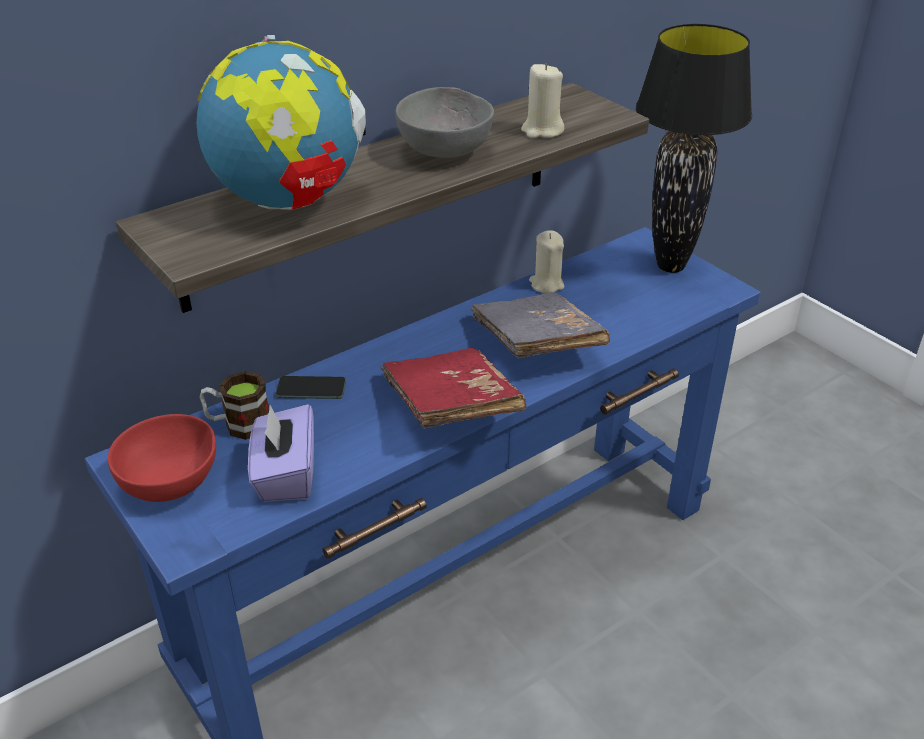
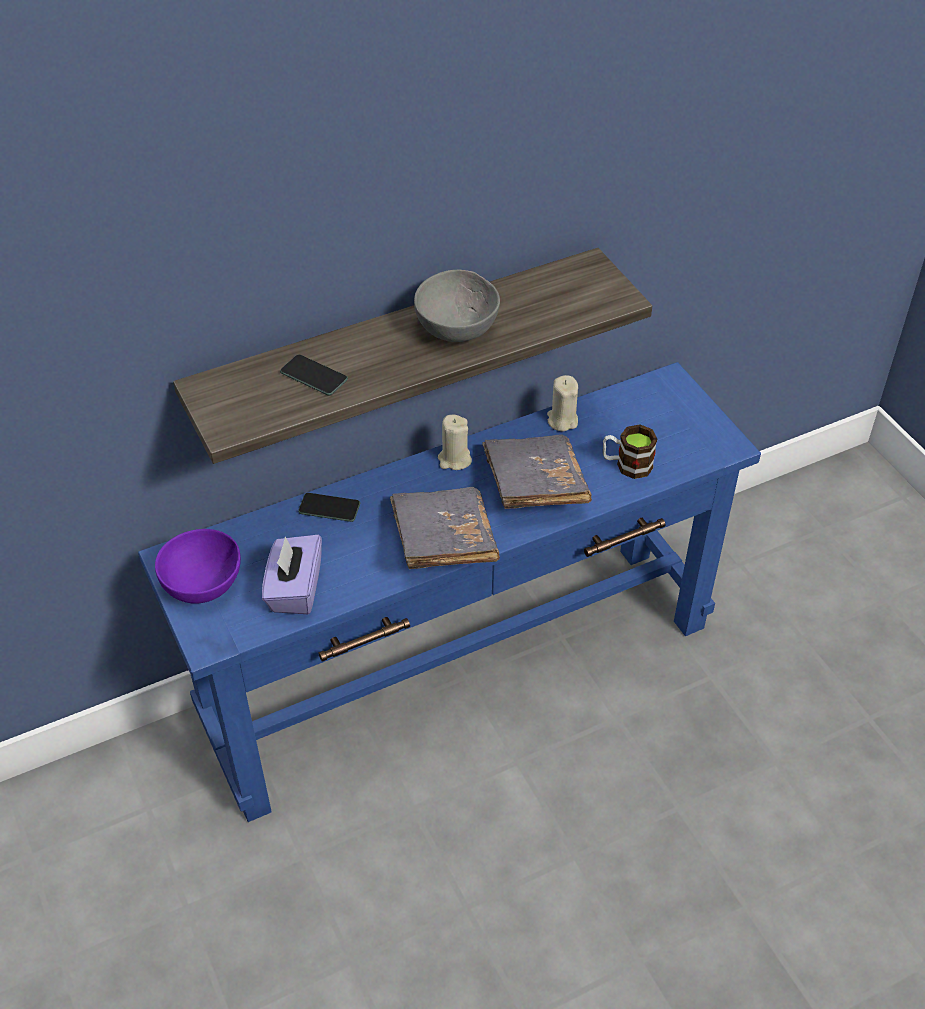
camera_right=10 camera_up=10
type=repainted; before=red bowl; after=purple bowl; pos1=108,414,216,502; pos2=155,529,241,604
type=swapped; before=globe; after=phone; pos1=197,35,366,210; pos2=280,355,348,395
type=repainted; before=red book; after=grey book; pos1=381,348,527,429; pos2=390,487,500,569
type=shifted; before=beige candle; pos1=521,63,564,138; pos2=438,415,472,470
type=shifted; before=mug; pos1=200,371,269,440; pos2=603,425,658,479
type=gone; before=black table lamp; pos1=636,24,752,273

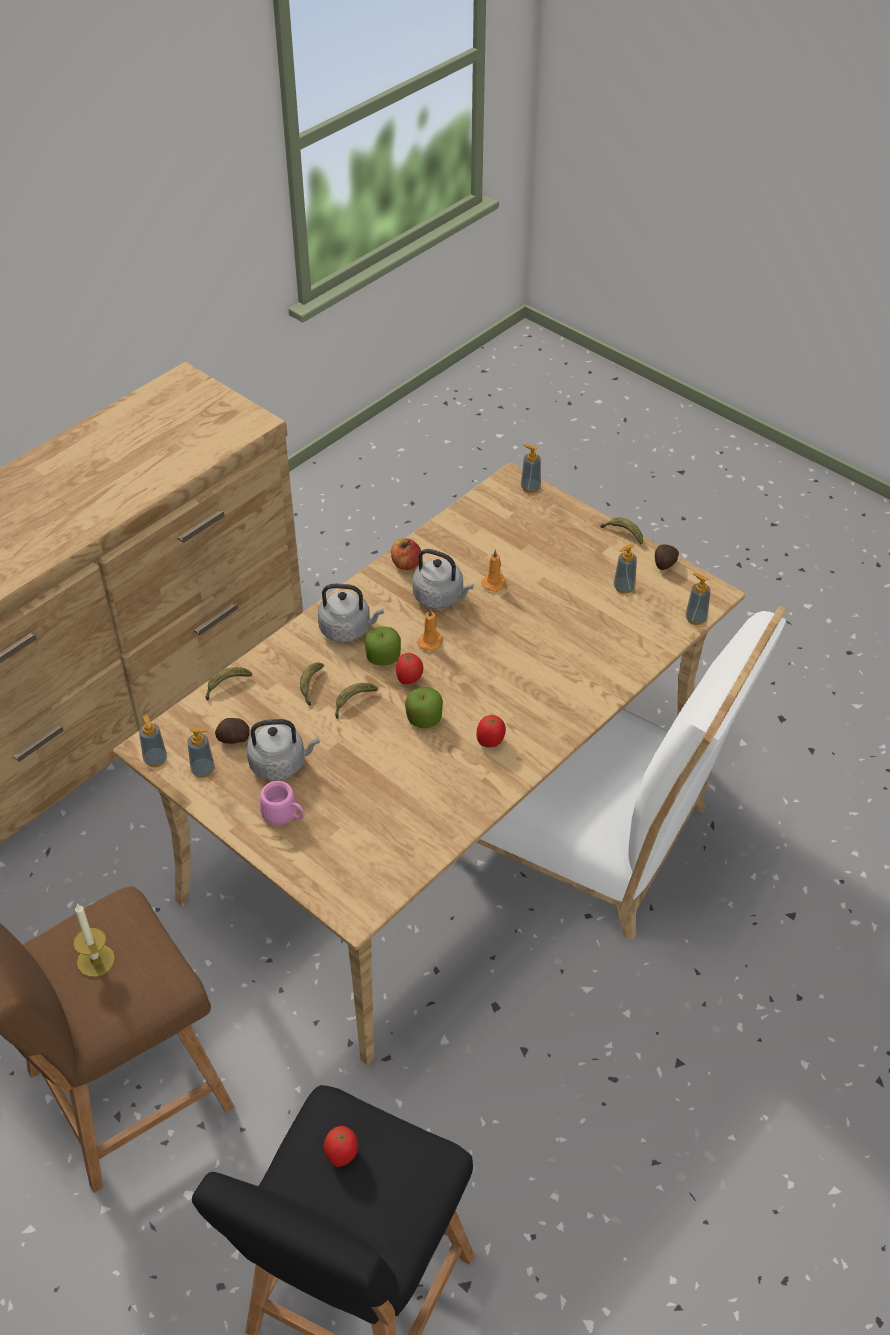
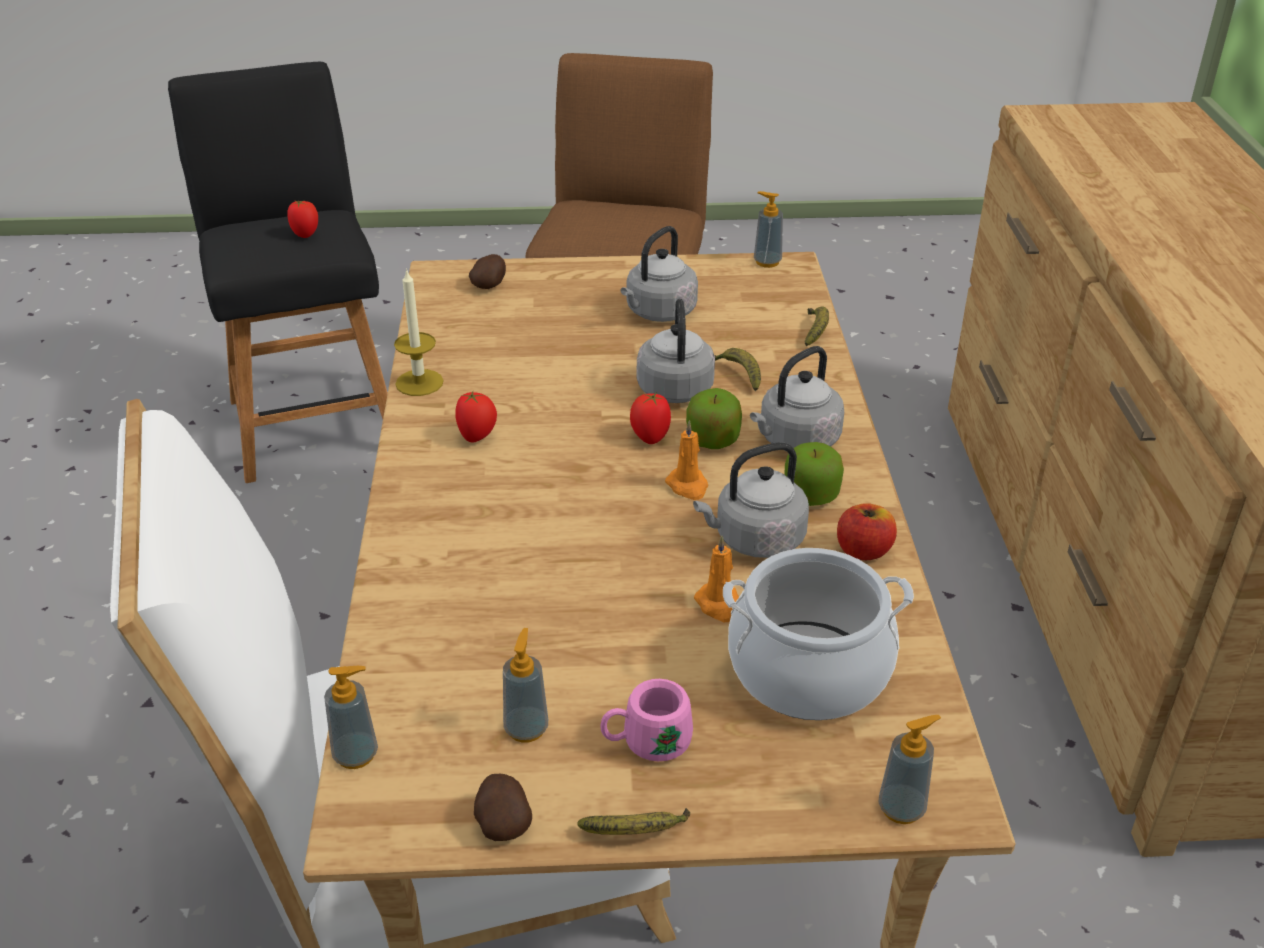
camera_right=135 camera_up=-10
type=shifted; before=candle; pos1=73,903,115,977; pos2=394,268,444,396
type=shifted; before=potato; pos1=215,718,250,744; pos2=469,254,506,289
type=shifted; before=pink mug; pos1=260,781,304,825; pos2=601,679,693,761
type=swapped; before=banana; after=grey kettle; pos1=335,683,378,719; pos2=637,299,715,403
type=new; after=cooking pot; pos2=723,548,914,720
type=shifted; before=apple; pos1=405,687,443,728; pos2=784,442,844,506
type=gone; before=soap dispenser; pos1=187,728,215,778

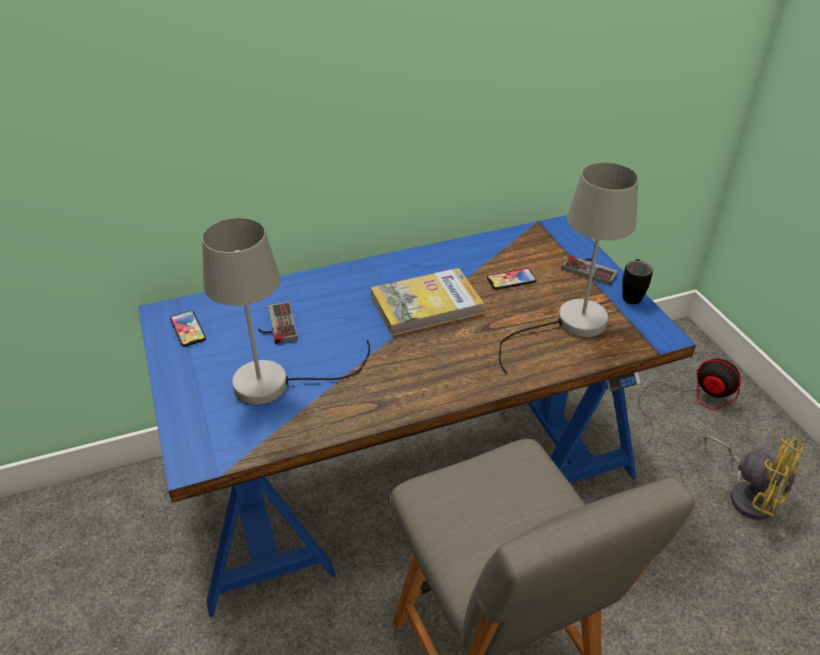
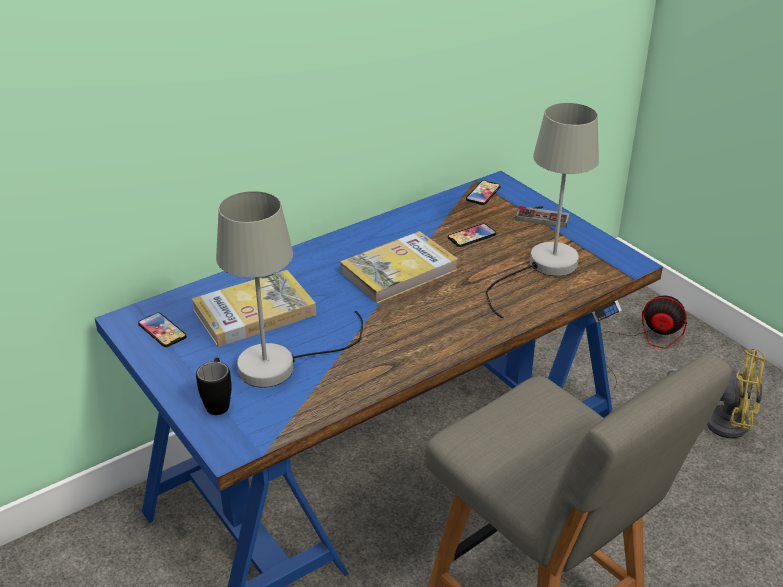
camera_right=-15 camera_up=-5
type=swapped; before=game controller; after=book; pos1=258,302,298,344; pos2=191,270,316,347
type=shifted; before=black mug; pos1=622,259,653,304; pos2=196,358,232,415
type=new; after=phone; pos2=466,180,501,205

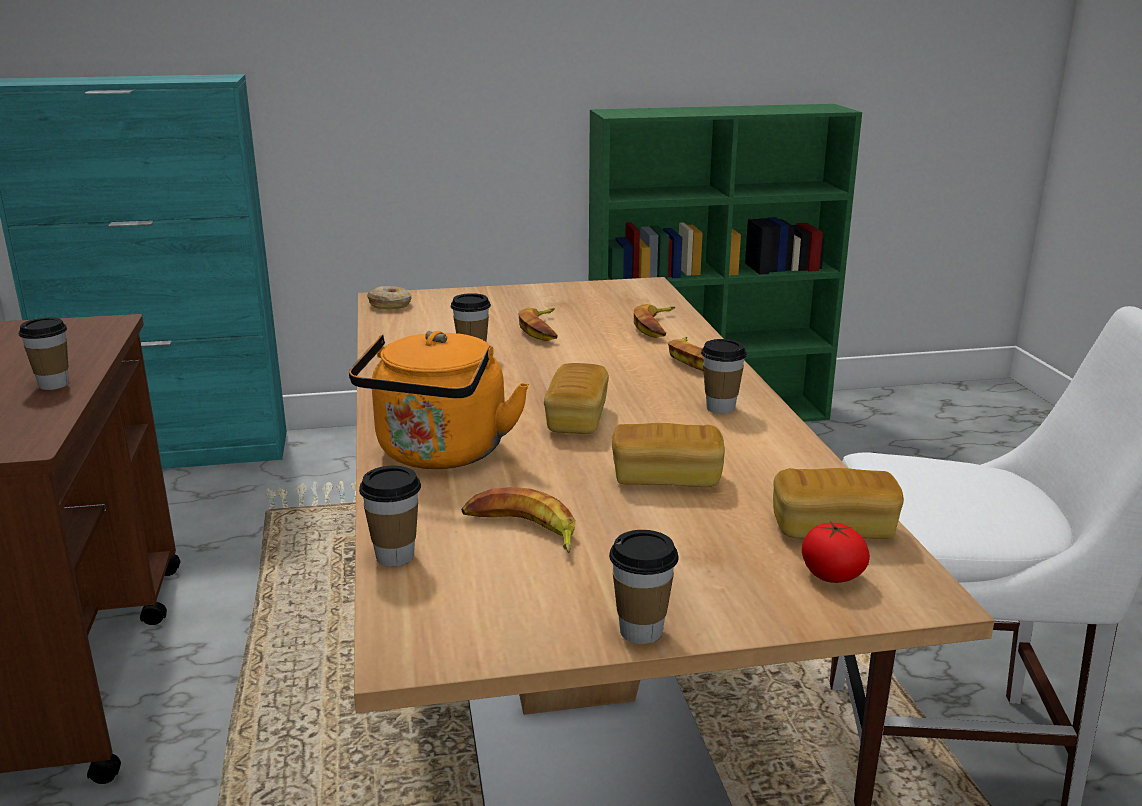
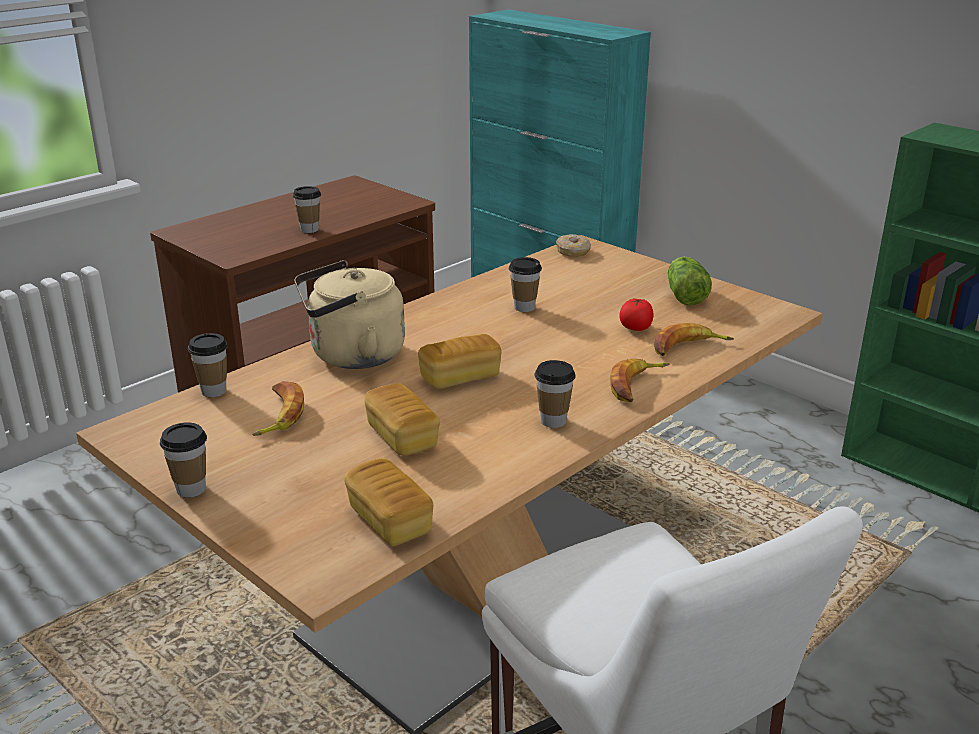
camera_right=55 camera_up=5
type=repainted; before=orange kettle; after=beige kettle; pos1=349,331,529,469; pos2=294,260,405,369
type=shifted; before=tomato; pos1=802,521,870,583; pos2=619,298,654,331
type=new; after=lettuce; pos2=668,257,712,305
type=gone; before=banana; pos1=518,308,558,341

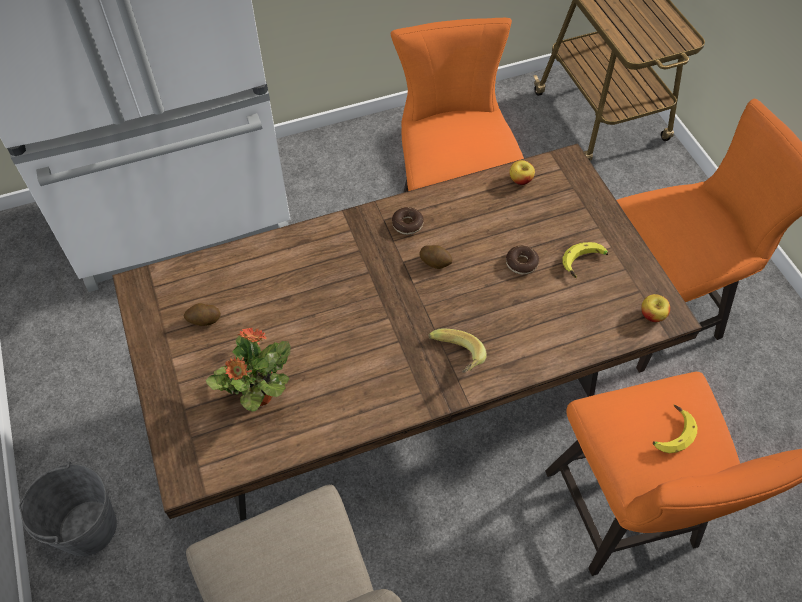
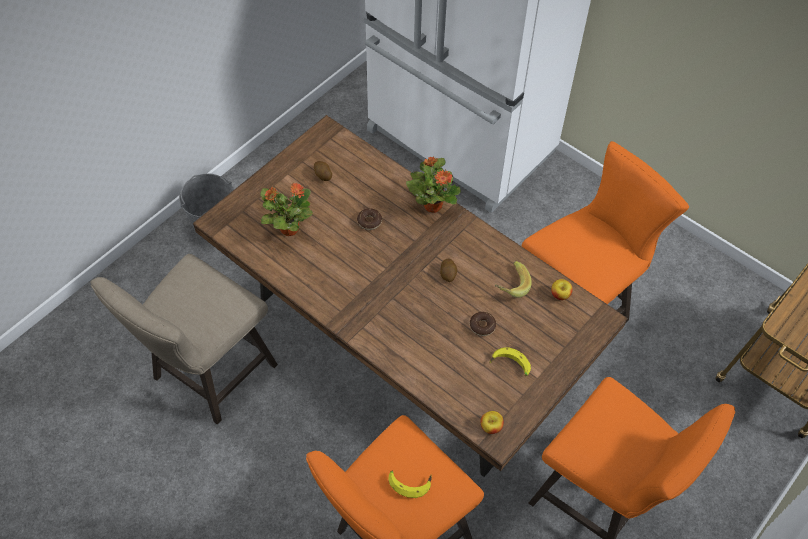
camera_right=60 camera_up=0
type=shifted; before=donut; pos1=392,207,424,235; pos2=357,208,382,230
type=new; after=potted plant; pos2=406,157,461,213
type=shifted; before=banana; pos1=428,329,487,373; pos2=495,261,532,298

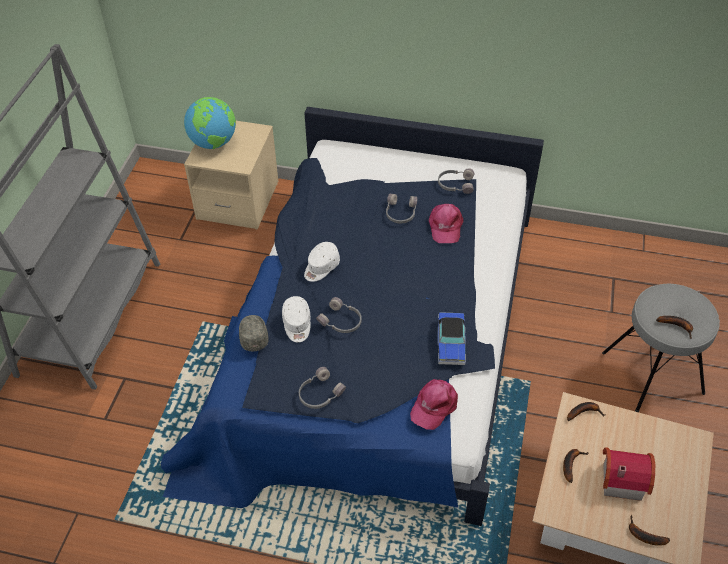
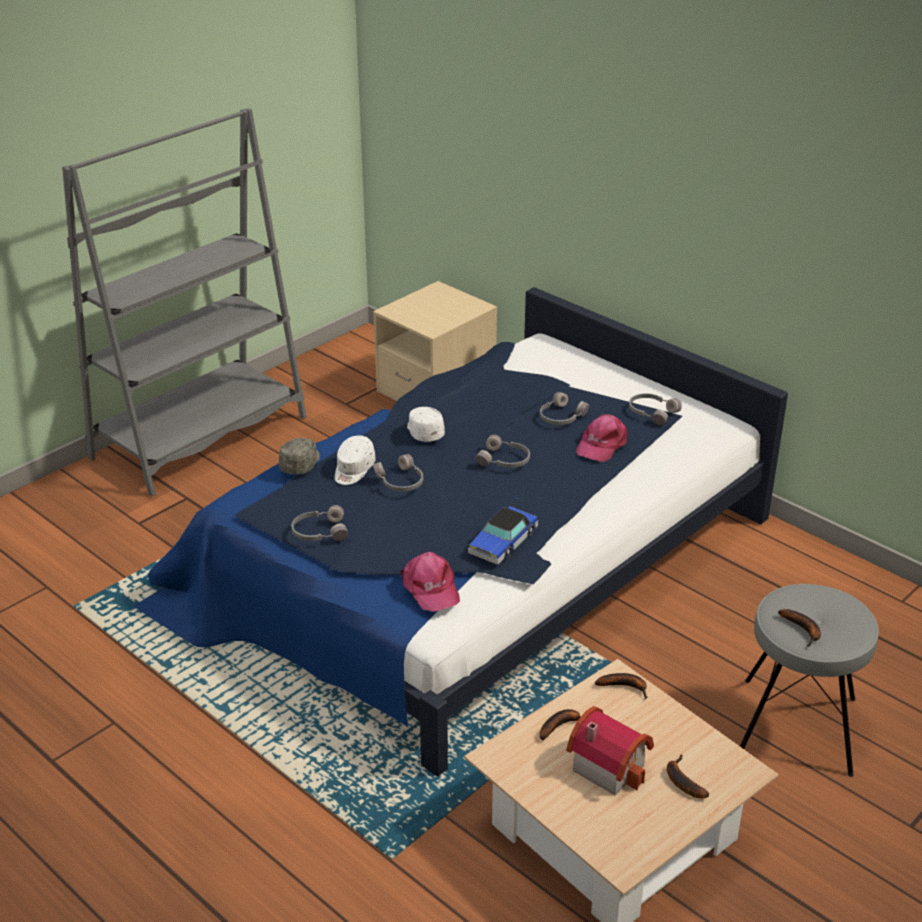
camera_right=30 camera_up=-15
type=rotated; before=pink cap; pos1=410,379,458,430; pos2=400,552,460,612; turn=-90
type=rotated; before=white cap; pos1=304,242,340,282; pos2=407,407,445,441; turn=90
type=new; after=grey headphones; pos2=475,435,530,468
type=shifted; before=banana; pos1=629,515,670,546; pos2=667,755,709,799
type=gone; before=globe; pos1=184,97,236,149

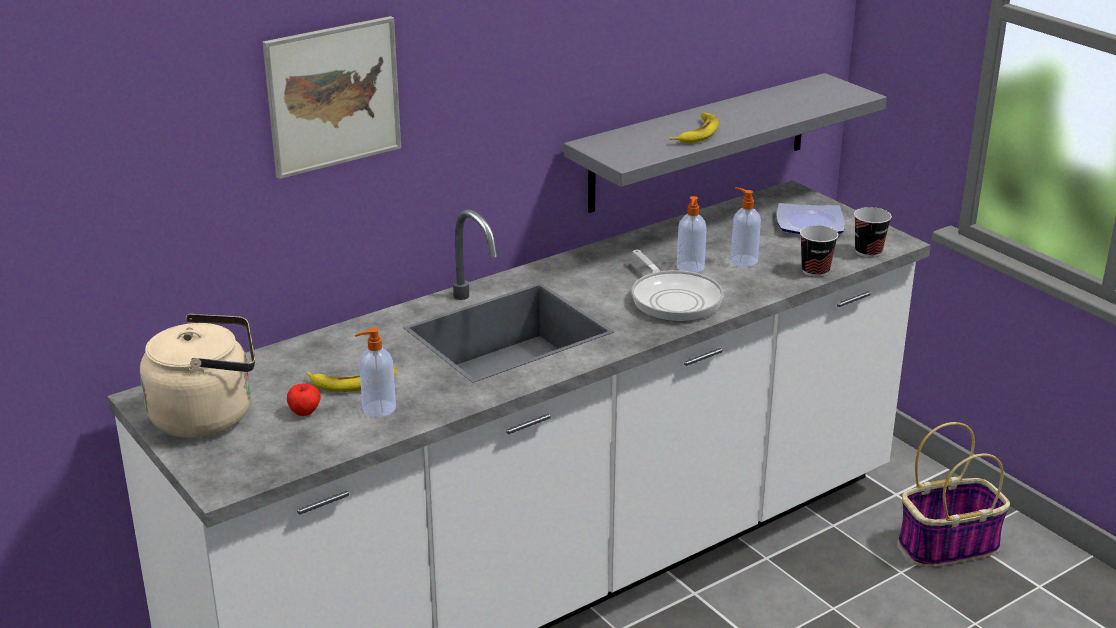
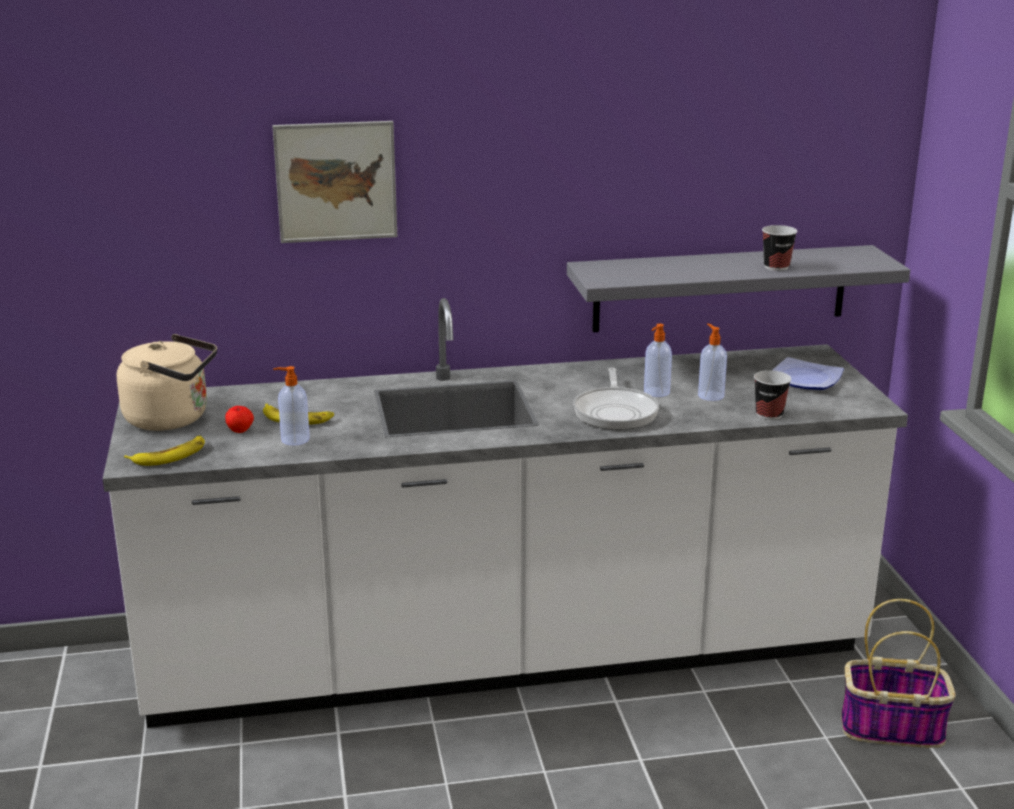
camera_right=25 camera_up=-5
type=shifted; before=banana; pos1=670,113,719,143; pos2=124,435,205,466
type=shifted; before=cup; pos1=854,207,892,257; pos2=762,225,797,271

